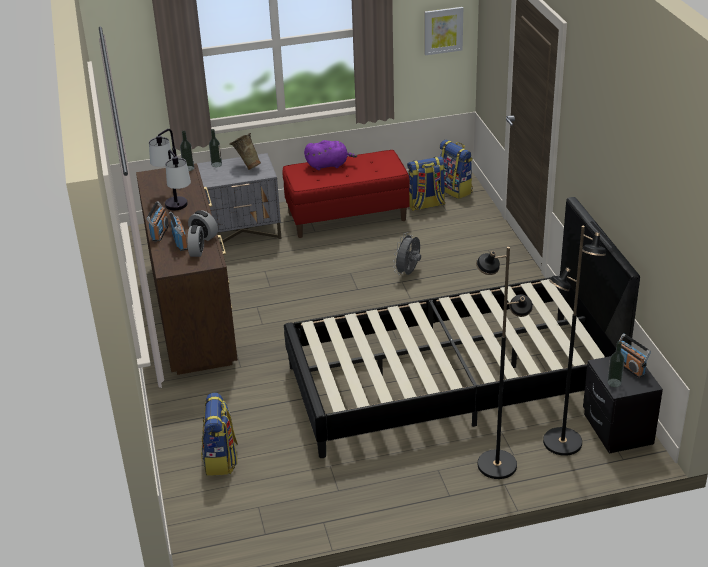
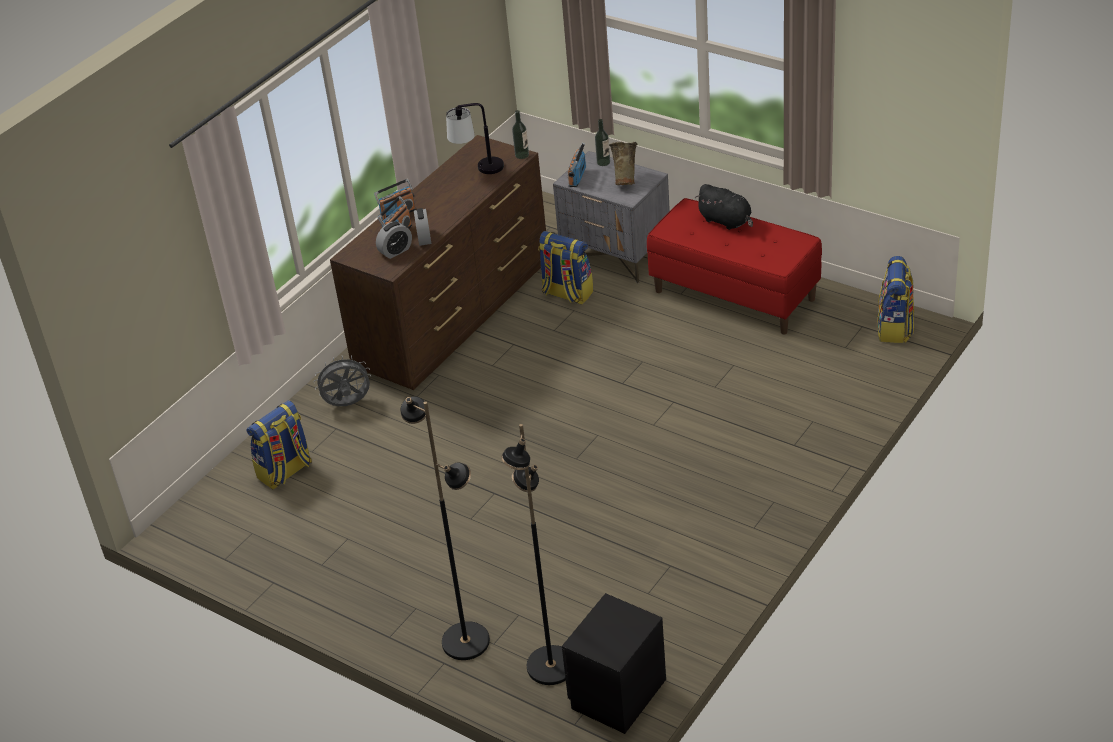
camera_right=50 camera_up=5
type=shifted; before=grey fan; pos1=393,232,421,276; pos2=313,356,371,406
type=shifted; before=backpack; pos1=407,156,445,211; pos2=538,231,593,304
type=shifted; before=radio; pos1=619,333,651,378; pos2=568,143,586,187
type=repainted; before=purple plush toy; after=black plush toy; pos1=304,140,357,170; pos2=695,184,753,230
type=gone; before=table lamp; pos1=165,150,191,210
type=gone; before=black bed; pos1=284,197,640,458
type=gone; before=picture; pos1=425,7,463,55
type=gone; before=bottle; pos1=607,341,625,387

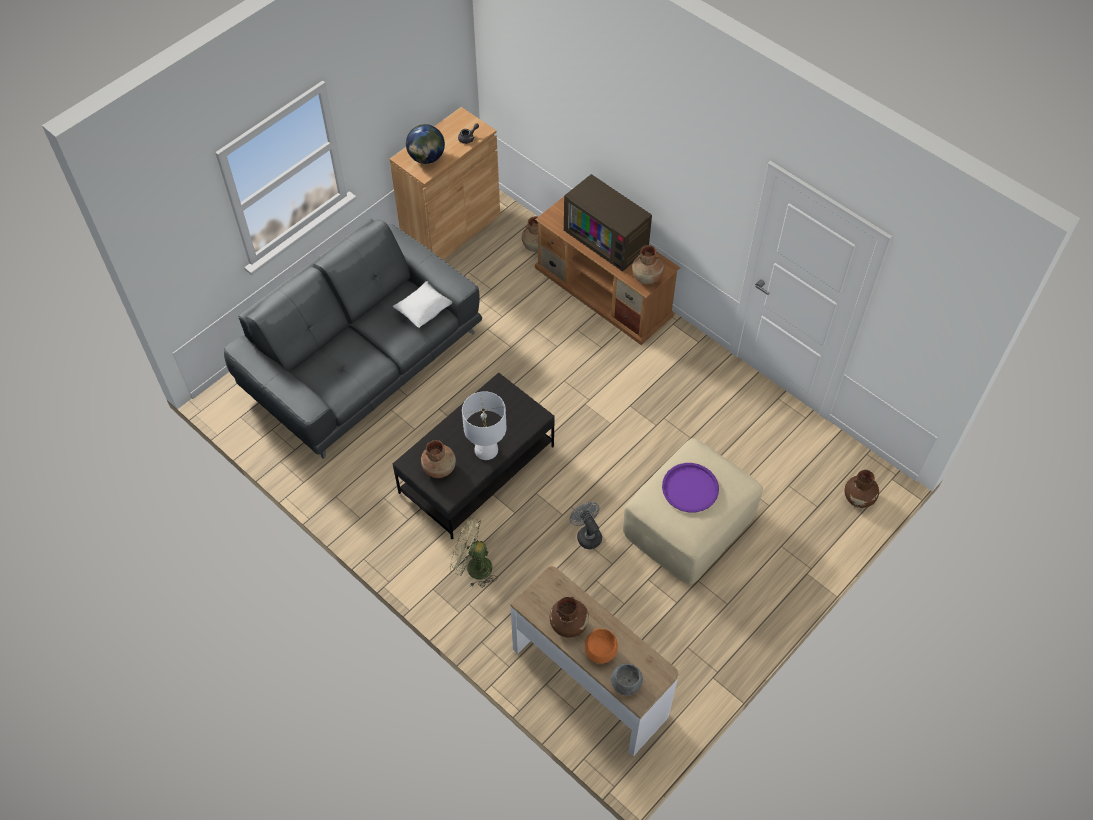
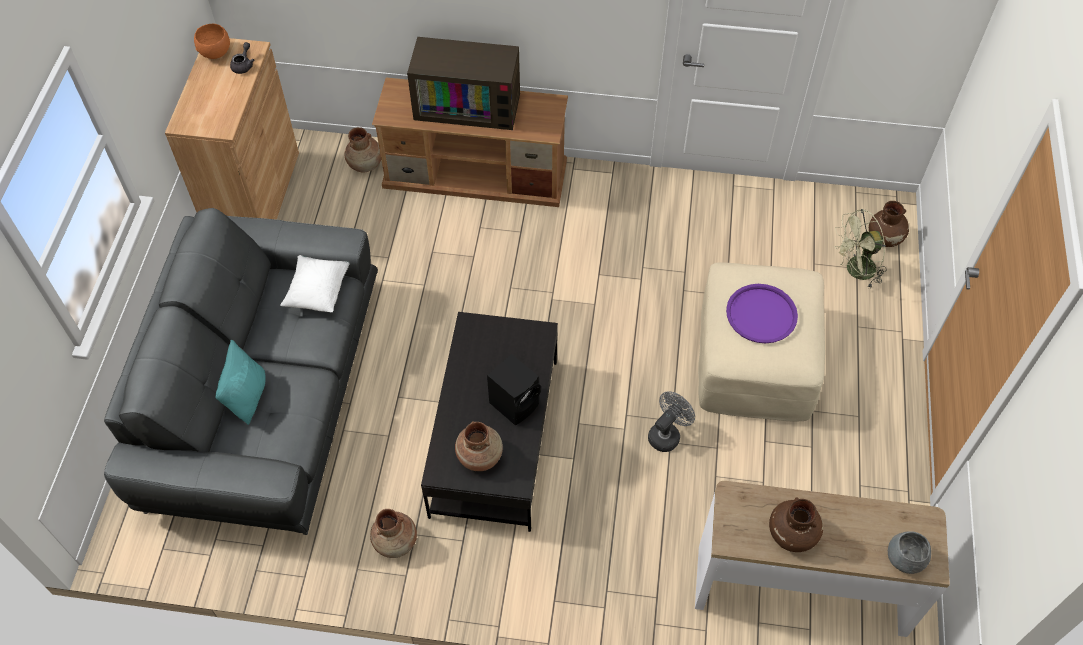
camera_right=-35 camera_up=0
type=shifted; before=orange bowl; pos1=585,628,618,663; pos2=194,24,230,59
type=new; after=turquoise pillow; pos2=215,339,266,425
type=shifted; before=brown vase; pos1=632,245,664,284; pos2=370,509,417,558
type=swapped; before=white table lamp; after=black speaker; pos1=462,391,507,460; pos2=487,354,541,426
type=rotated; before=grey fan; pos1=570,502,602,549; pos2=648,391,695,452; turn=105
type=shifted; before=green fan; pos1=450,517,498,588; pos2=835,209,886,288
type=gone; before=globe; pos1=406,124,445,164

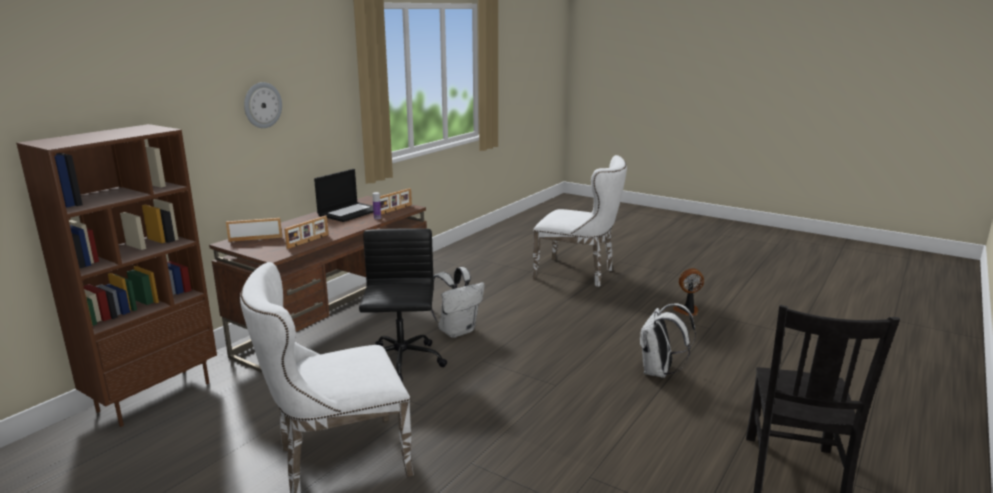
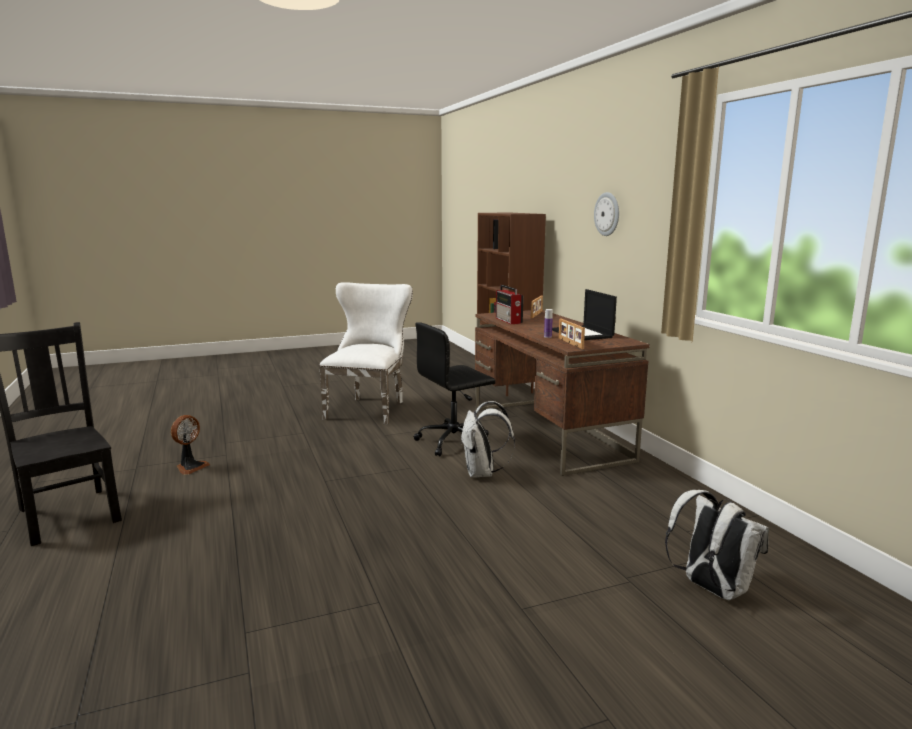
camera_right=125 camera_up=-5
type=shifted; before=fan; pos1=673,268,704,316; pos2=171,415,210,475
type=rotated; before=black office chair; pos1=359,228,447,382; pos2=414,322,495,456; turn=120
type=swapped; before=picture frame; after=radio; pos1=284,216,328,249; pos2=496,285,523,324
type=shifted; before=white backpack; pos1=639,303,696,378; pos2=665,490,769,600
type=gone; before=white chair; pos1=532,155,627,287

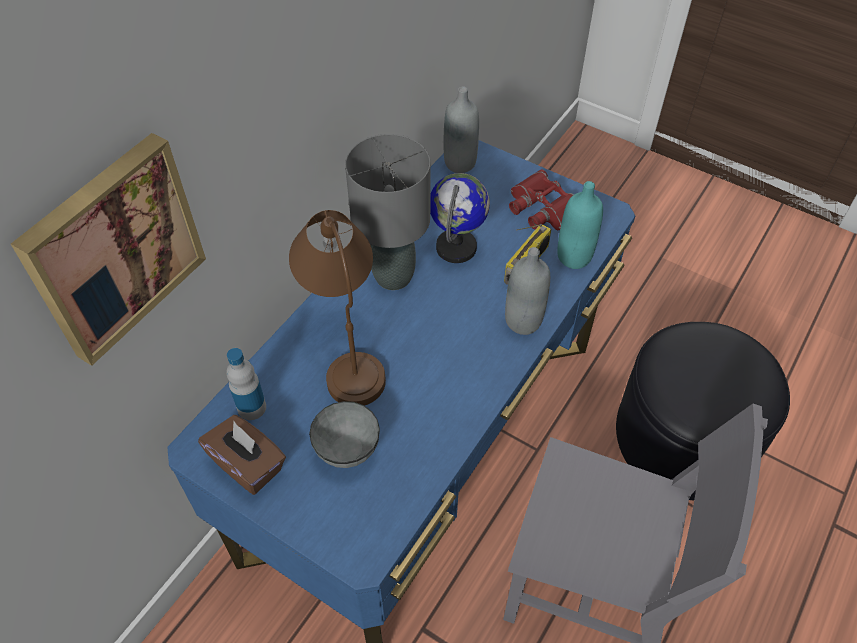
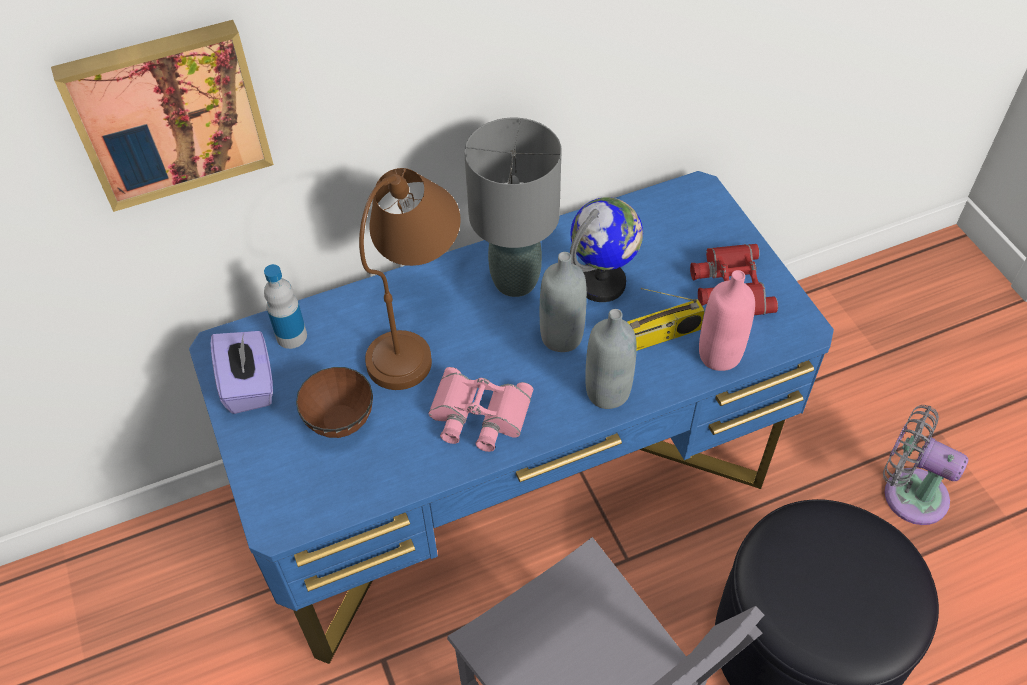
camera_right=35 camera_up=0
type=repainted; before=brown tissue box; after=purple tissue box; pos1=198,415,286,495; pos2=211,331,273,414
type=repainted; before=grey bowl; after=brown bowl; pos1=309,401,380,468; pos2=296,367,373,438
type=new; after=pink binoculars; pos2=428,367,533,452
type=shifted; before=grey bottle; pos1=444,86,479,173; pos2=540,252,587,352
type=repainted; before=turquoise bottle; after=pink bottle; pos1=557,181,603,269; pos2=699,270,755,371
type=new; after=grey fan; pos2=883,405,968,525

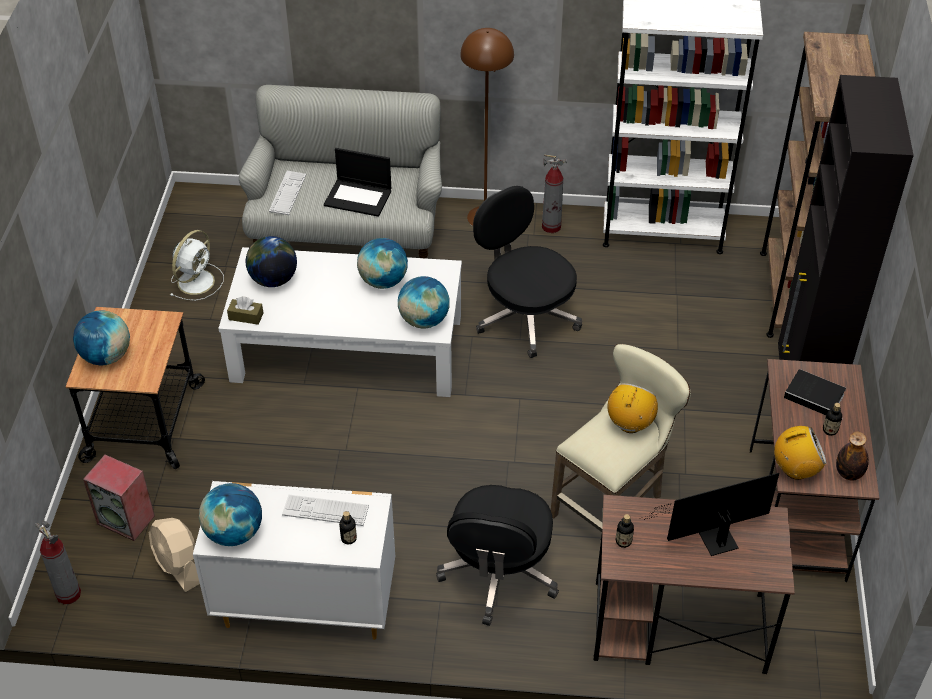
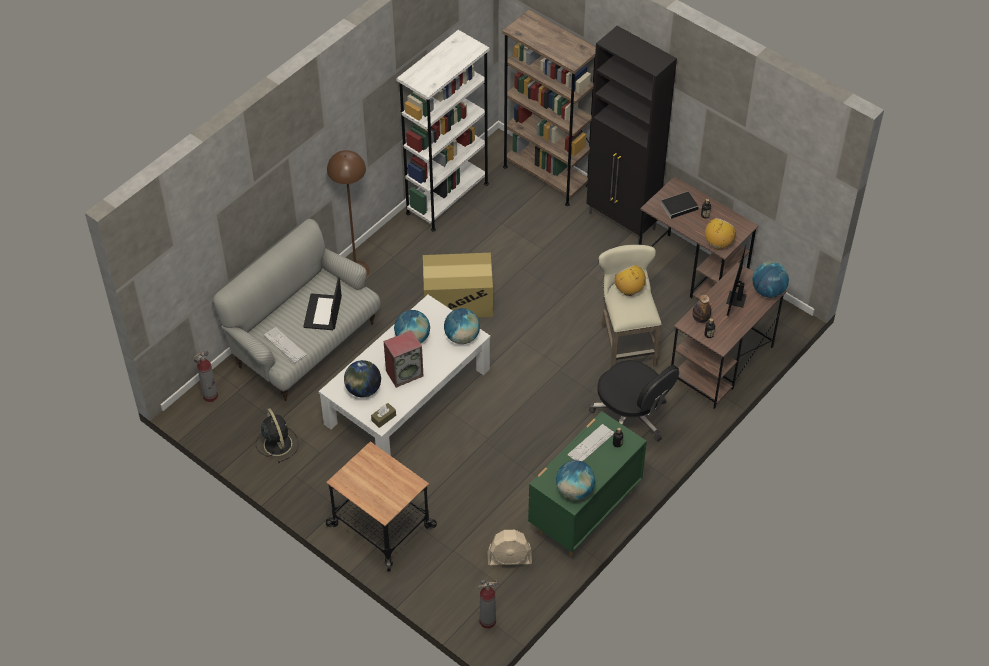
camera_right=-55 camera_up=5
type=shifted; before=fire extinguisher; pos1=542,154,567,233; pos2=194,349,218,402
type=repainted; before=white fan; after=black fan; pos1=170,230,224,301; pos2=256,408,298,463
type=rotated; before=laptop; pos1=324,148,391,217; pos2=303,277,342,330; turn=135
type=shifted; before=speaker; pos1=83,455,155,541; pos2=384,330,423,388
type=swapped; before=black office chair; after=cardboard box; pos1=473,186,582,358; pos2=423,253,493,317
type=repainted; before=white dresser; after=green dresser; pos1=193,481,395,640; pos2=528,411,647,556
type=shifted; before=bottle; pos1=836,432,869,480; pos2=692,294,711,323
type=shifted; before=globe; pos1=73,310,130,365; pos2=752,262,789,298

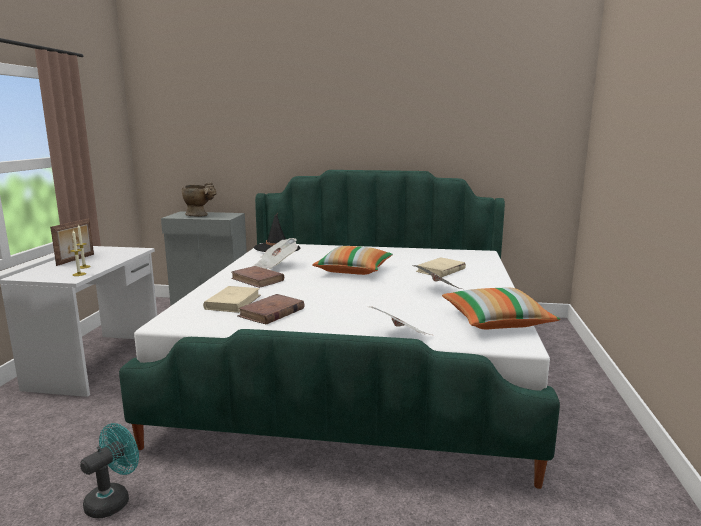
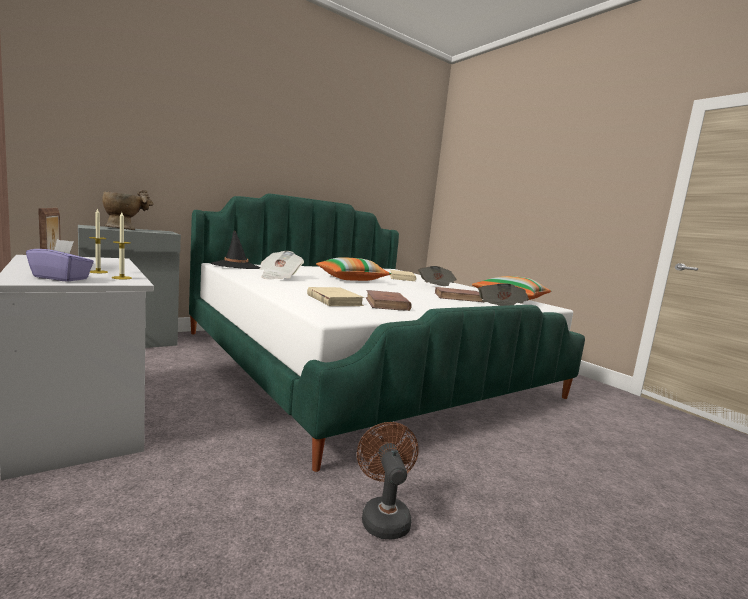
camera_right=-45 camera_up=-5
type=new; after=purple tissue box; pos2=26,239,94,281
type=repainted; before=turquoise fan; after=brown fan; pos1=80,423,139,518; pos2=357,422,419,539
type=shifted; before=brown book; pos1=231,266,284,288; pos2=435,287,484,302

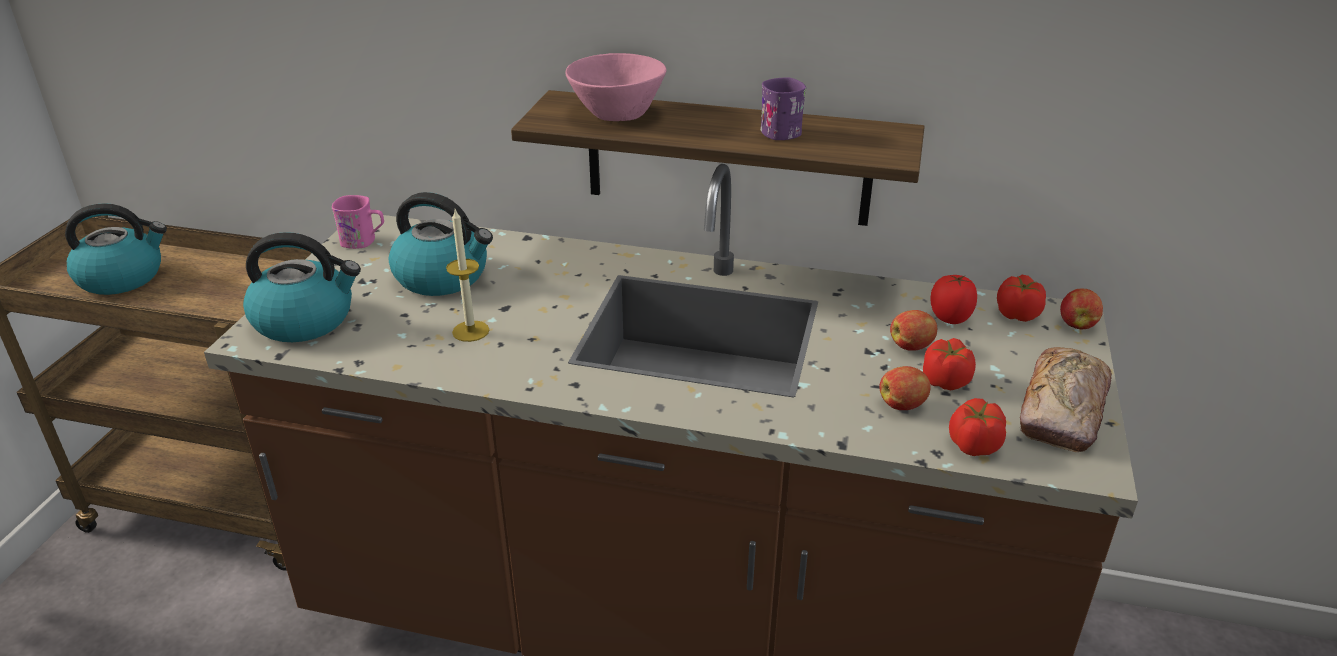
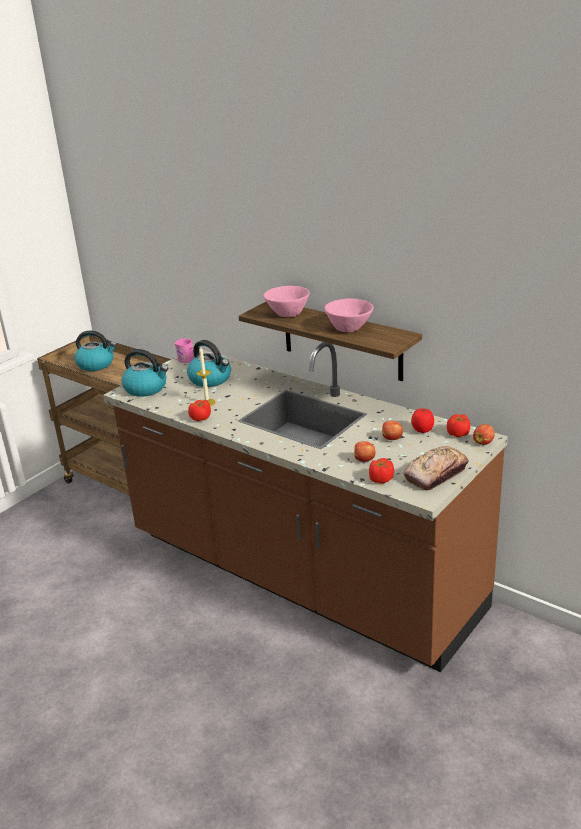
camera_right=25 camera_up=-5
type=shifted; before=tomato; pos1=923,338,976,390; pos2=188,400,211,421
type=swapped; before=purple mug; after=pink bowl; pos1=761,77,806,140; pos2=325,299,373,332

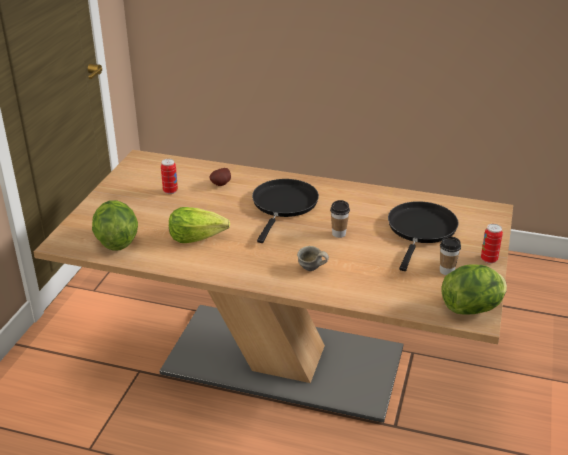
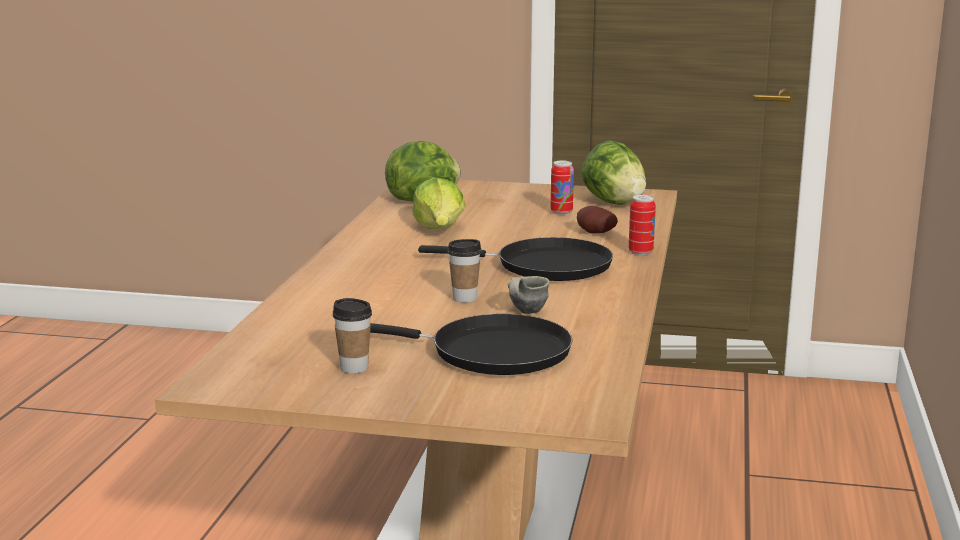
camera_right=85 camera_up=-15
type=shifted; before=grey mug; pos1=297,246,329,271; pos2=508,276,550,314
type=shifted; before=lettuce; pos1=442,264,507,315; pos2=582,140,646,205
type=shifted; before=can; pos1=481,224,503,264; pos2=629,195,656,255

